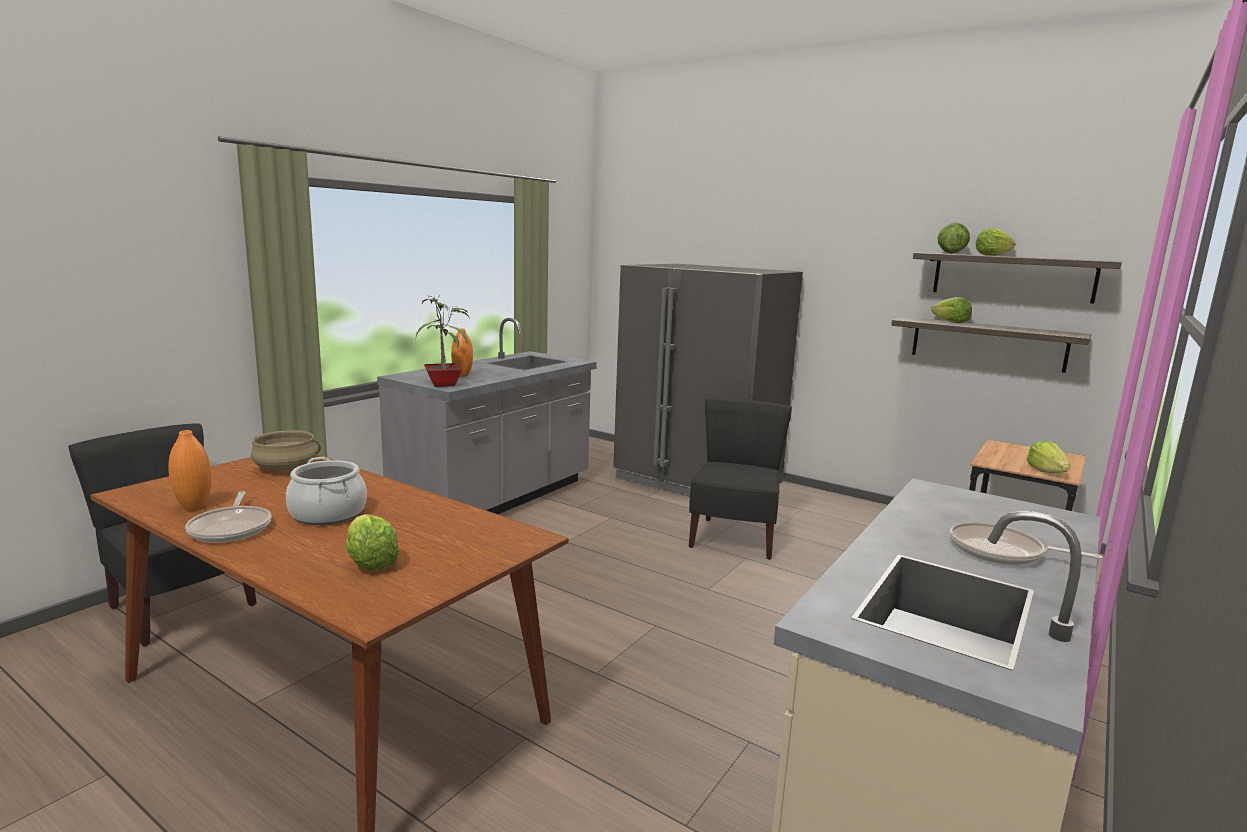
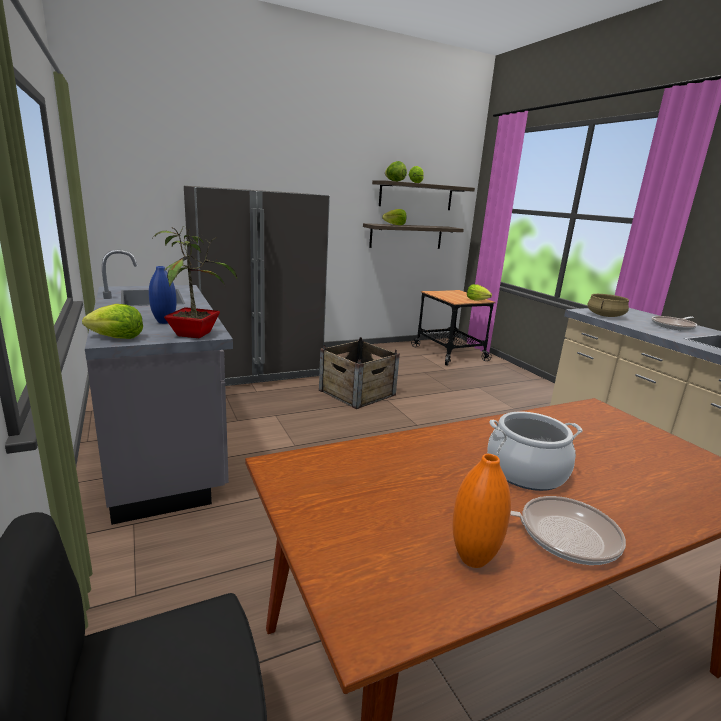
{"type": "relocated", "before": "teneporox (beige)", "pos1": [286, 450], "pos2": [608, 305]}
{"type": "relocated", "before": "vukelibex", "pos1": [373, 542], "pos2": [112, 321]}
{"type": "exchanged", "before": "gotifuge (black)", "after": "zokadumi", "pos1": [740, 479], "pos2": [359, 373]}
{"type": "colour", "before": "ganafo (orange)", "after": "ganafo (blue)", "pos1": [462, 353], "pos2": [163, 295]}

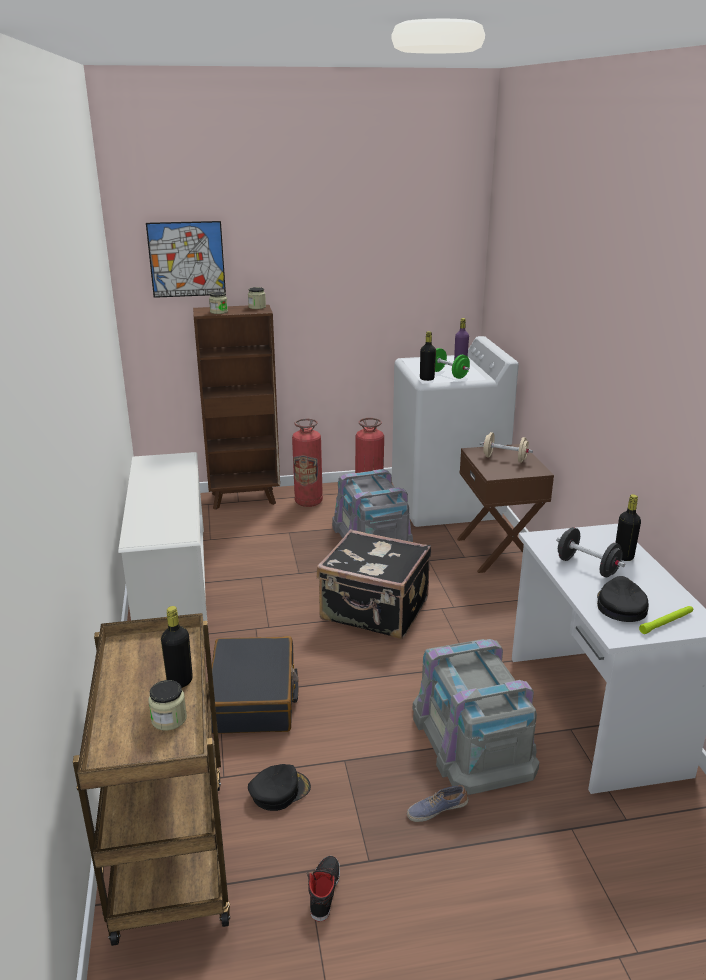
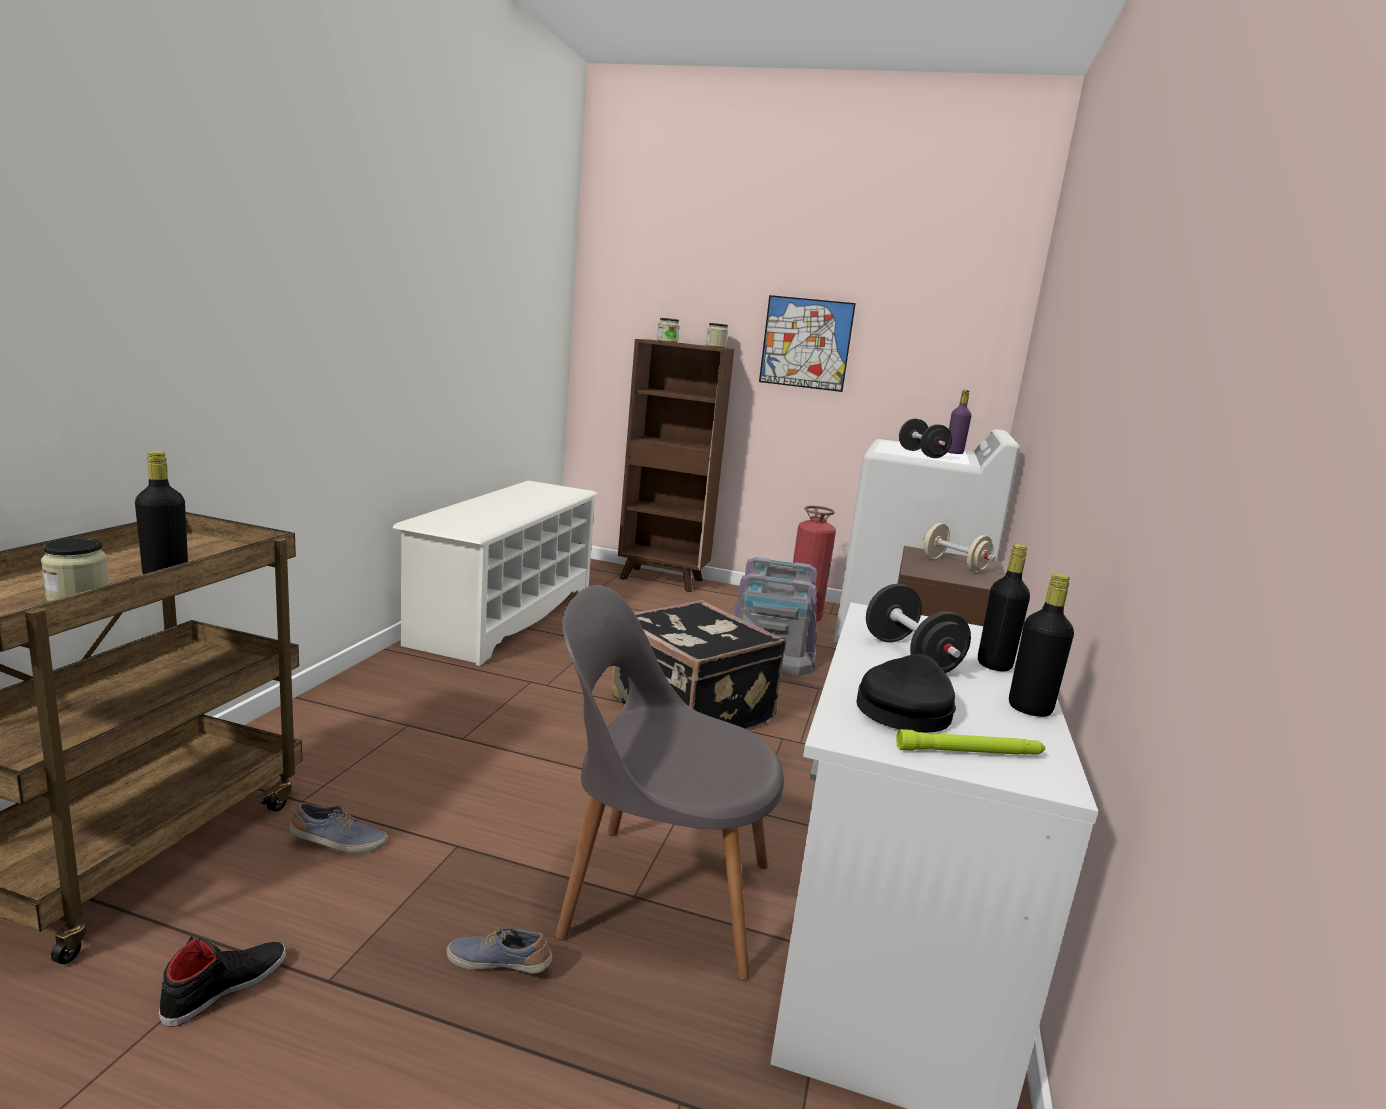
{"type": "missing", "before": "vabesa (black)", "pos1": [255, 685]}
{"type": "missing", "before": "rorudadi", "pos1": [307, 462]}
{"type": "relocated", "before": "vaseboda", "pos1": [186, 259], "pos2": [807, 343]}
{"type": "relocated", "before": "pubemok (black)", "pos1": [428, 356], "pos2": [1041, 645]}
{"type": "exchanged", "before": "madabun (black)", "after": "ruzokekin", "pos1": [279, 787], "pos2": [338, 828]}
{"type": "exchanged", "before": "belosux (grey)", "after": "gotifuge (grey)", "pos1": [475, 717], "pos2": [669, 783]}
{"type": "colour", "before": "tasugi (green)", "after": "tasugi (black)", "pos1": [452, 363], "pos2": [925, 438]}

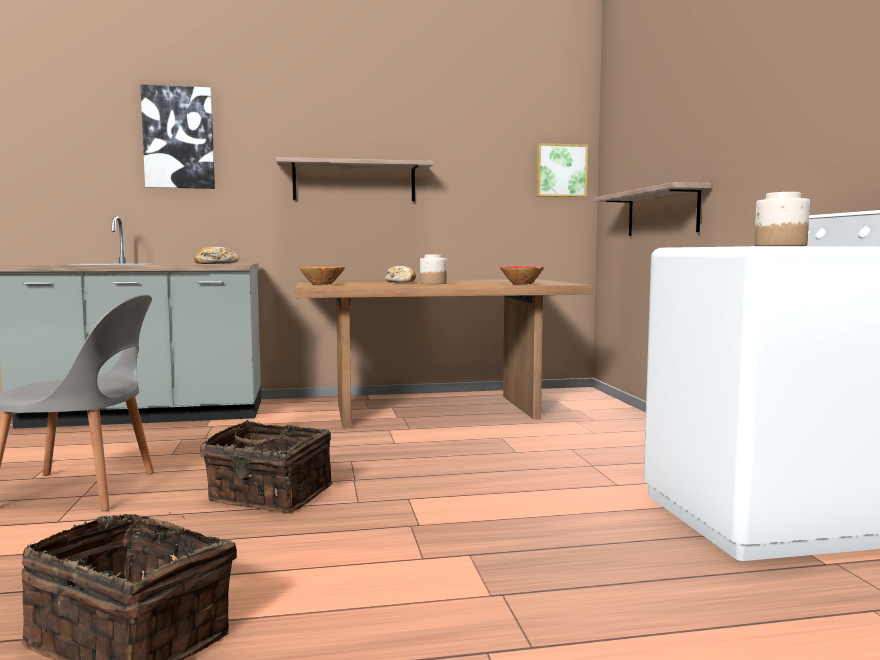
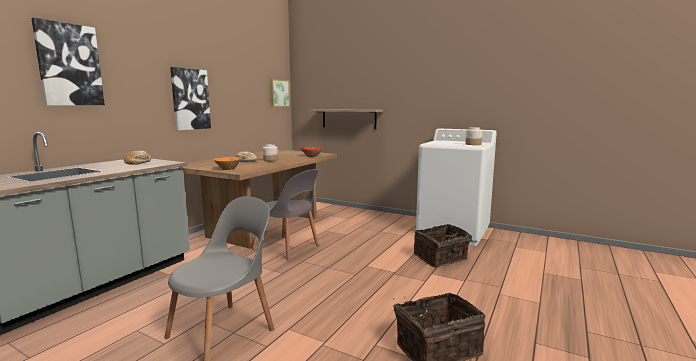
{"type": "appeared", "after": "gotifuge (grey)", "pos2": [285, 214]}
{"type": "relocated", "before": "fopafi", "pos1": [266, 466], "pos2": [445, 246]}
{"type": "exchanged", "before": "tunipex", "after": "vaseboda", "pos1": [354, 179], "pos2": [190, 98]}

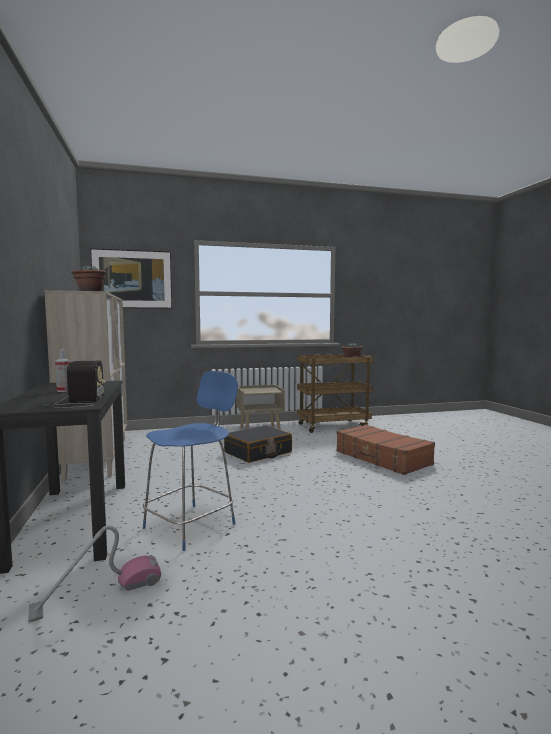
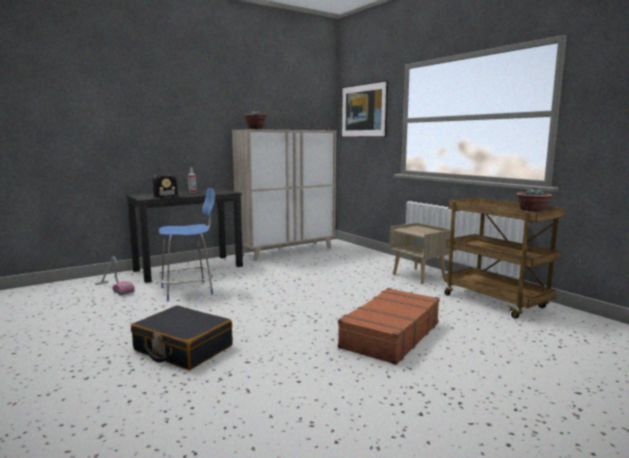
{"type": "relocated", "before": "vabesa (black)", "pos1": [258, 444], "pos2": [182, 337]}
{"type": "spun", "before": "gotifuge (blue)", "pos1": [190, 461], "pos2": [187, 244], "turn": -45}

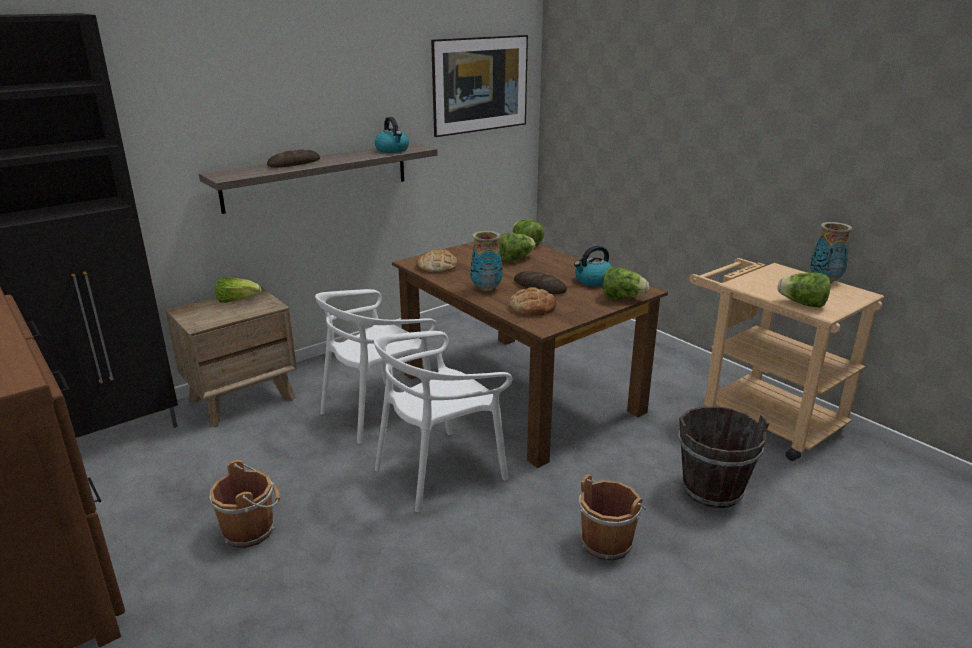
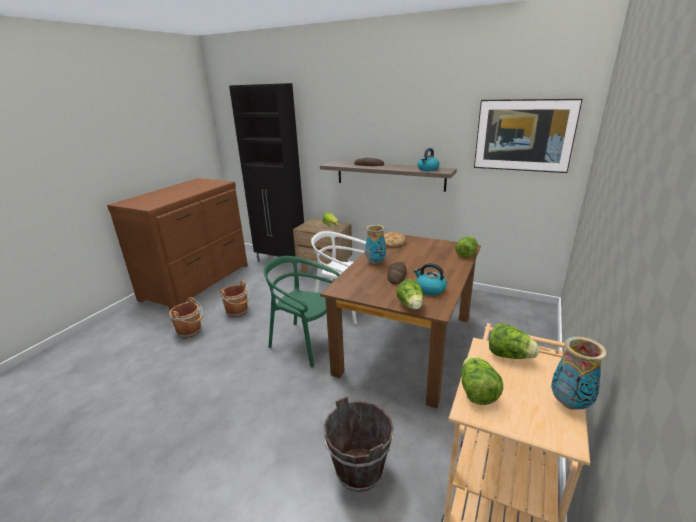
{"type": "missing", "before": "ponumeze", "pos1": [533, 301]}
{"type": "relocated", "before": "vukelibex", "pos1": [517, 247], "pos2": [514, 341]}
{"type": "relocated", "before": "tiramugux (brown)", "pos1": [612, 517], "pos2": [186, 317]}
{"type": "colour", "before": "gotifuge (white)", "after": "gotifuge (green)", "pos1": [443, 421], "pos2": [302, 311]}

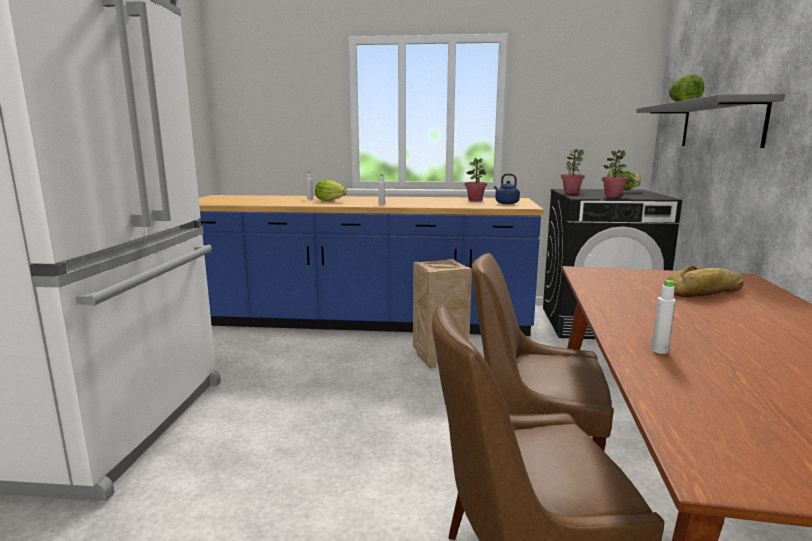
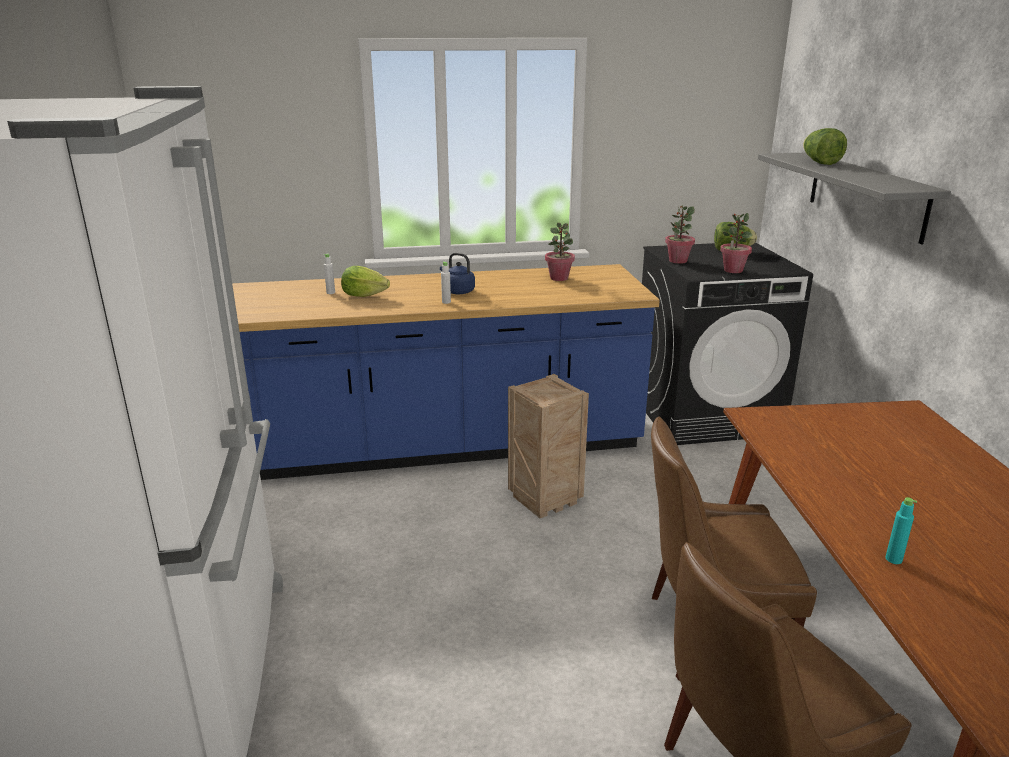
{"type": "missing", "before": "ponumeze", "pos1": [705, 281]}
{"type": "relocated", "before": "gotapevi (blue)", "pos1": [507, 189], "pos2": [457, 273]}
{"type": "colour", "before": "pubemok (white)", "after": "pubemok (turquoise)", "pos1": [664, 317], "pos2": [901, 530]}

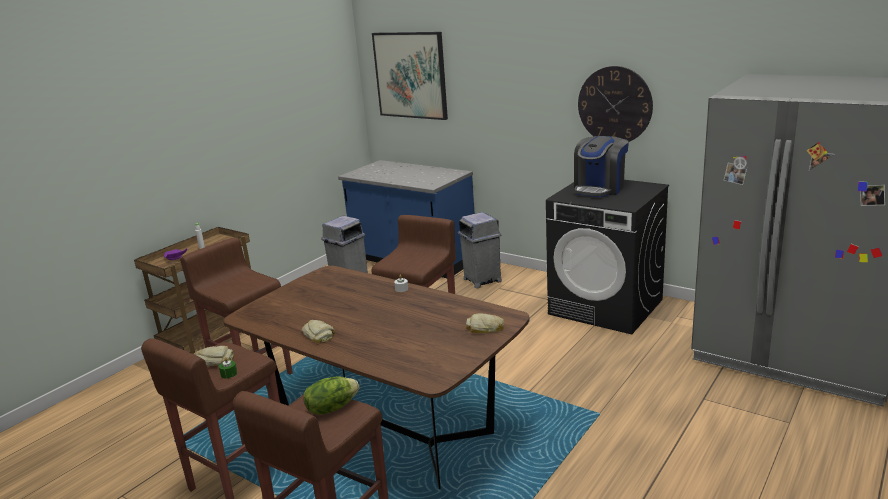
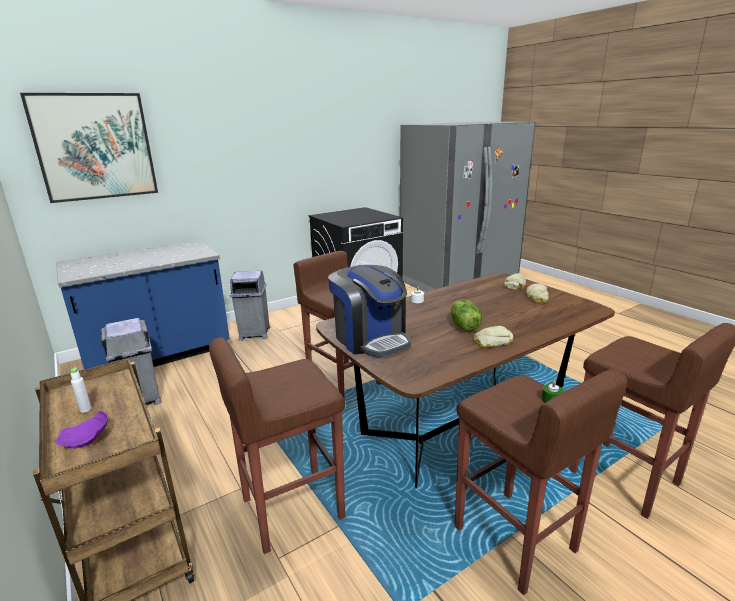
{"type": "missing", "before": "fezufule", "pos1": [615, 104]}
{"type": "relocated", "before": "ponumeze", "pos1": [214, 356], "pos2": [537, 293]}
{"type": "relocated", "before": "vukelibex", "pos1": [331, 395], "pos2": [466, 315]}
{"type": "relocated", "before": "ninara", "pos1": [601, 166], "pos2": [369, 311]}

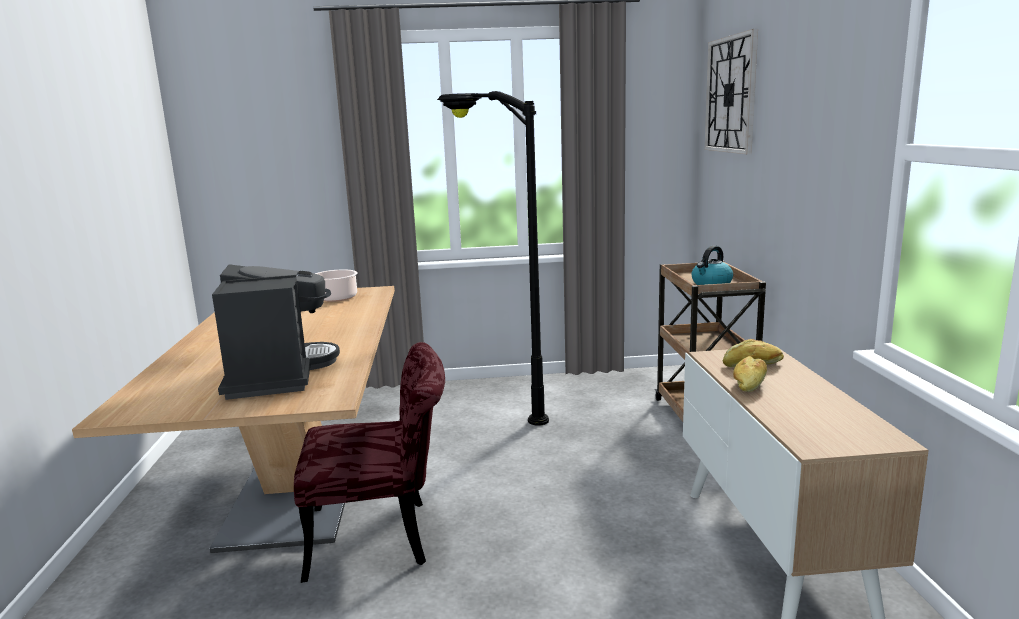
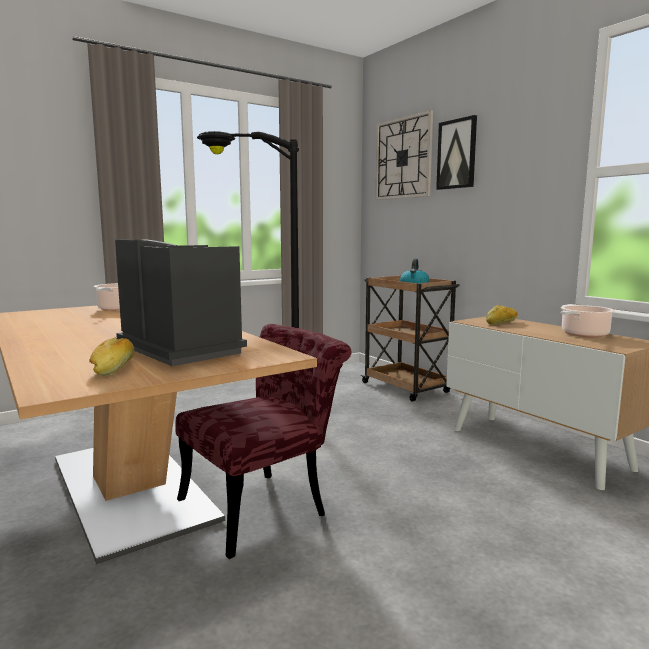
{"type": "appeared", "after": "vaseboda", "pos2": [456, 152]}
{"type": "appeared", "after": "teneporox", "pos2": [588, 321]}
{"type": "relocated", "before": "ponumeze", "pos1": [750, 374], "pos2": [111, 356]}

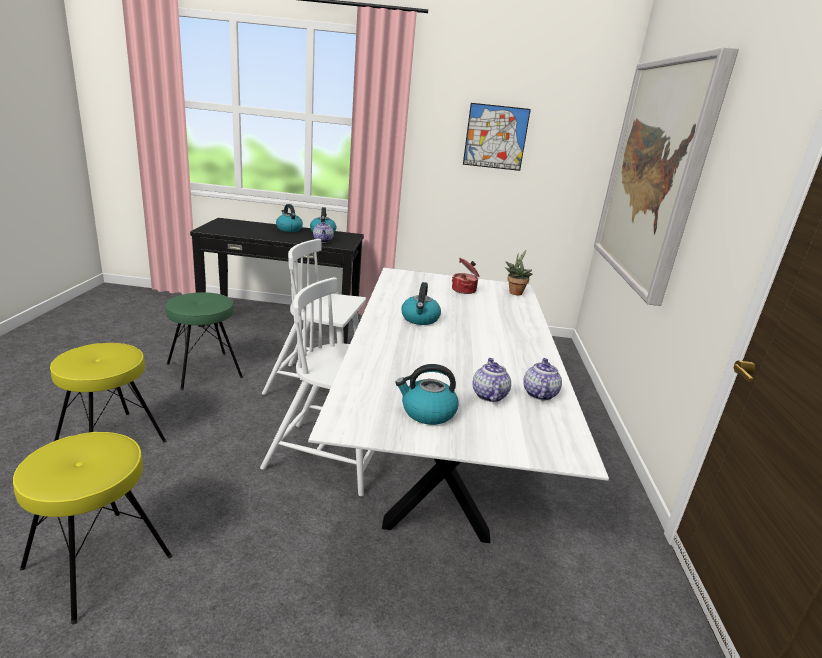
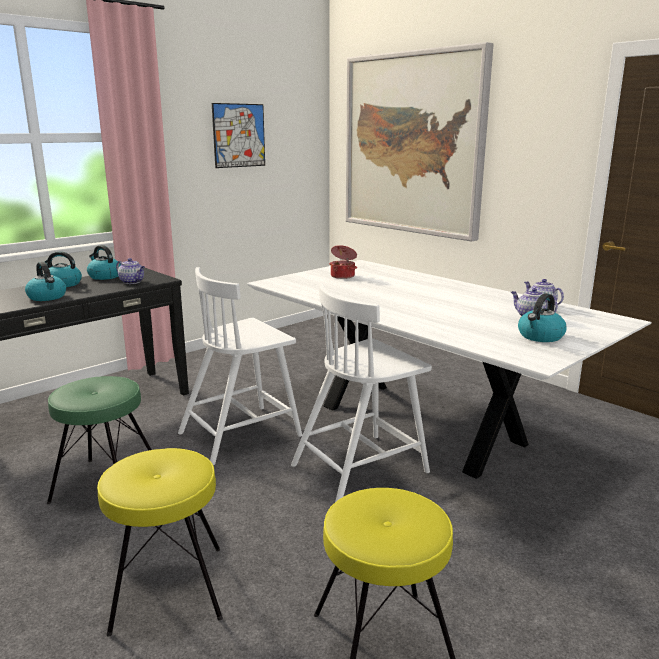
{"type": "missing", "before": "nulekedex", "pos1": [518, 272]}
{"type": "relocated", "before": "gotapevi", "pos1": [421, 303], "pos2": [45, 281]}

